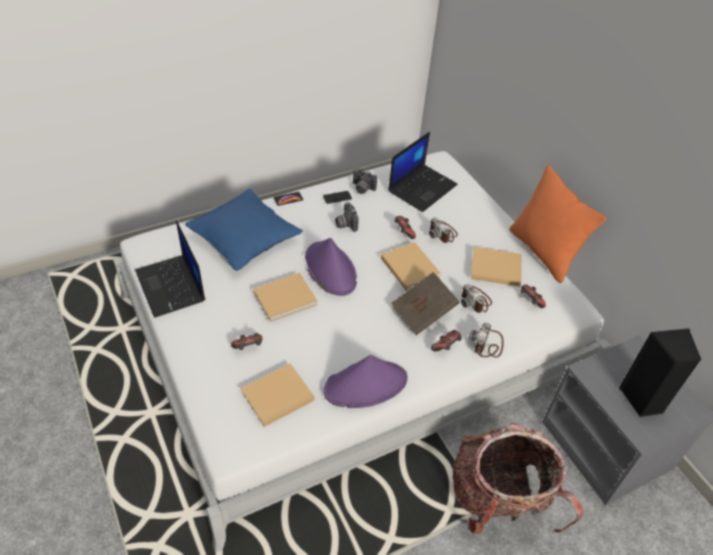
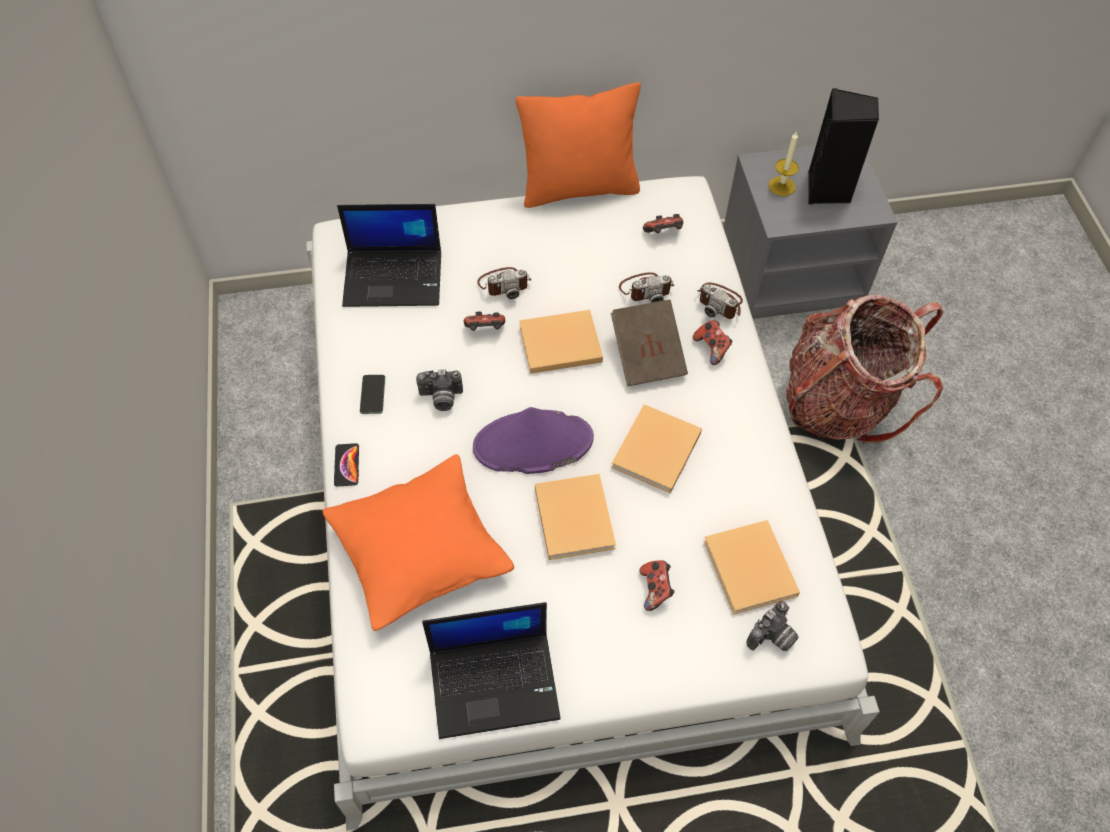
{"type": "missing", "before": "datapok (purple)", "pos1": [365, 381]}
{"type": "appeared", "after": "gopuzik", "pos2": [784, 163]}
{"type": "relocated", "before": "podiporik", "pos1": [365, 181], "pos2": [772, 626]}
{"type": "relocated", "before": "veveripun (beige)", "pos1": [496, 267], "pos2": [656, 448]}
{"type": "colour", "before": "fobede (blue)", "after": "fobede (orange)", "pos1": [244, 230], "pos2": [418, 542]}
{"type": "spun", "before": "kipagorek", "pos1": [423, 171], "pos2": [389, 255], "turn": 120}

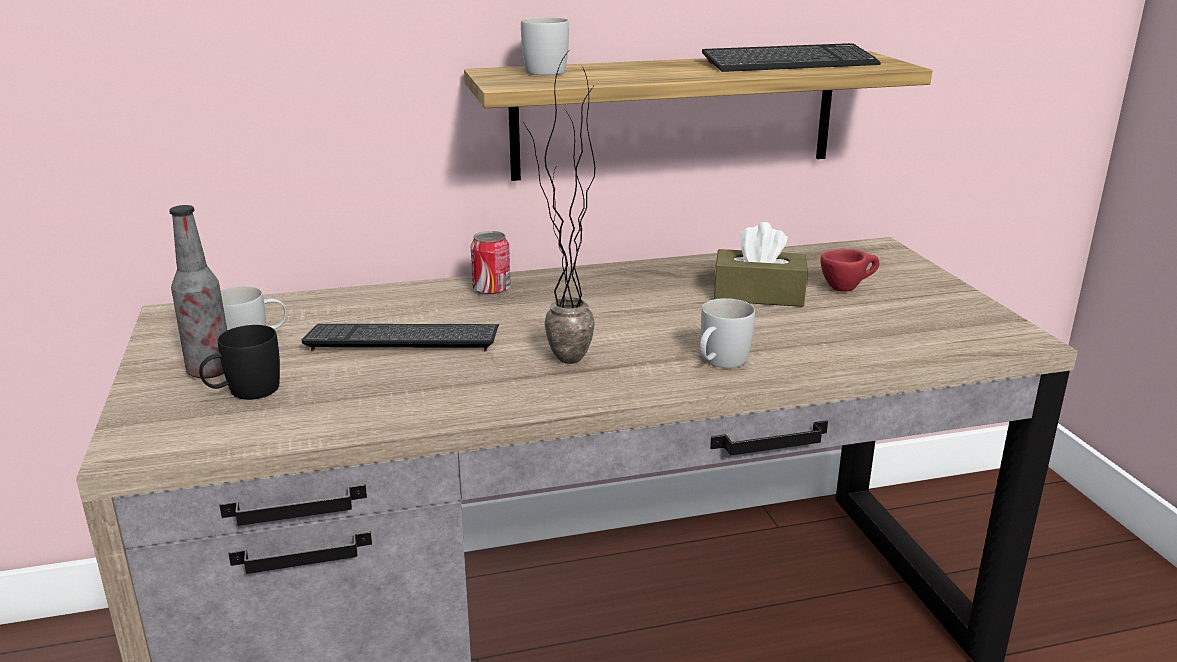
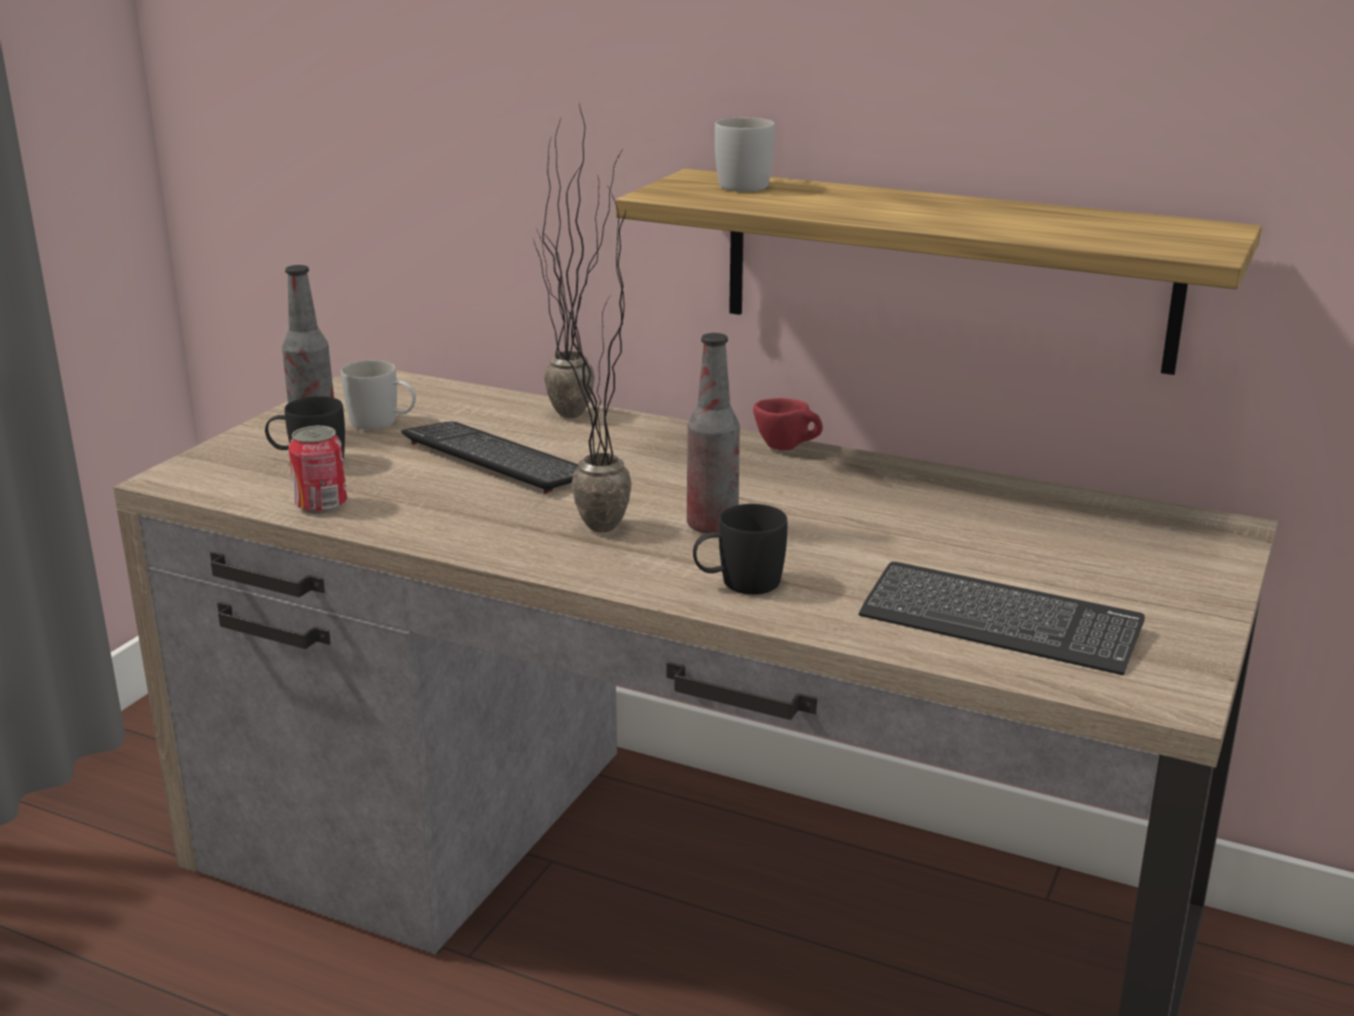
{"type": "missing", "before": "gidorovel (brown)", "pos1": [761, 264]}
{"type": "appeared", "after": "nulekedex", "pos2": [579, 261]}
{"type": "appeared", "after": "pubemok", "pos2": [713, 433]}
{"type": "relocated", "before": "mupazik", "pos1": [491, 263], "pos2": [317, 470]}
{"type": "relocated", "before": "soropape", "pos1": [791, 57], "pos2": [1002, 618]}
{"type": "relocated", "before": "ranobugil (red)", "pos1": [849, 270], "pos2": [788, 424]}
{"type": "colour", "before": "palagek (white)", "after": "palagek (black)", "pos1": [727, 333], "pos2": [740, 549]}

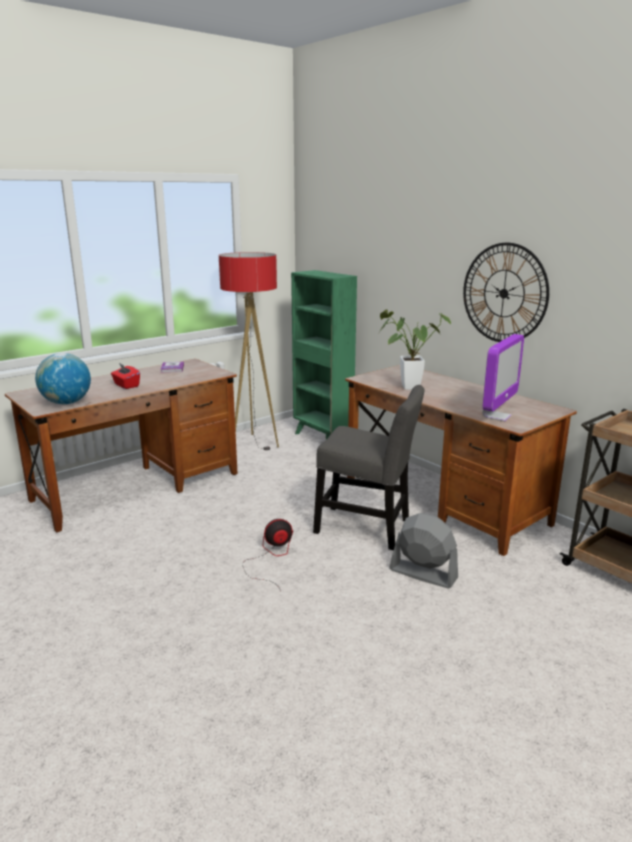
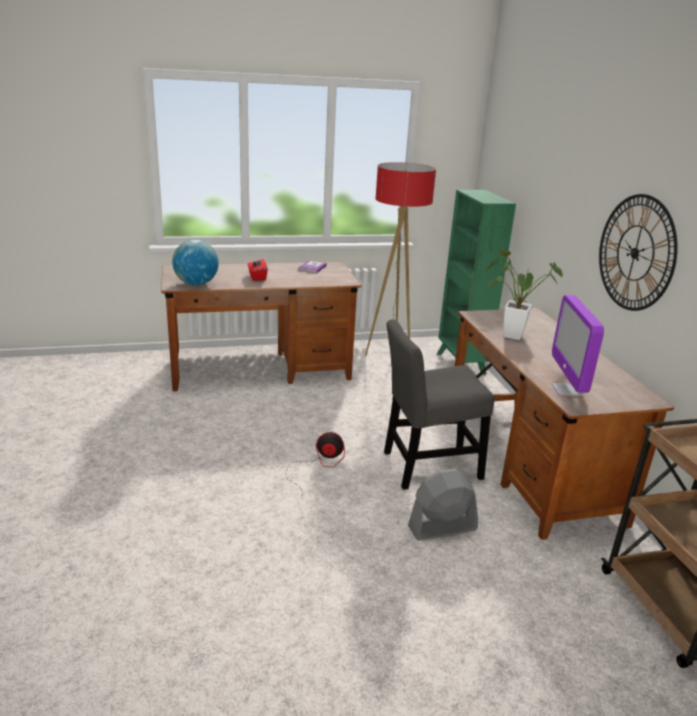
{"type": "spun", "before": "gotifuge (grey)", "pos1": [368, 467], "pos2": [439, 404], "turn": 120}
{"type": "spun", "before": "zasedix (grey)", "pos1": [423, 550], "pos2": [443, 505], "turn": -75}
{"type": "spun", "before": "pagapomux", "pos1": [503, 377], "pos2": [578, 345], "turn": 120}

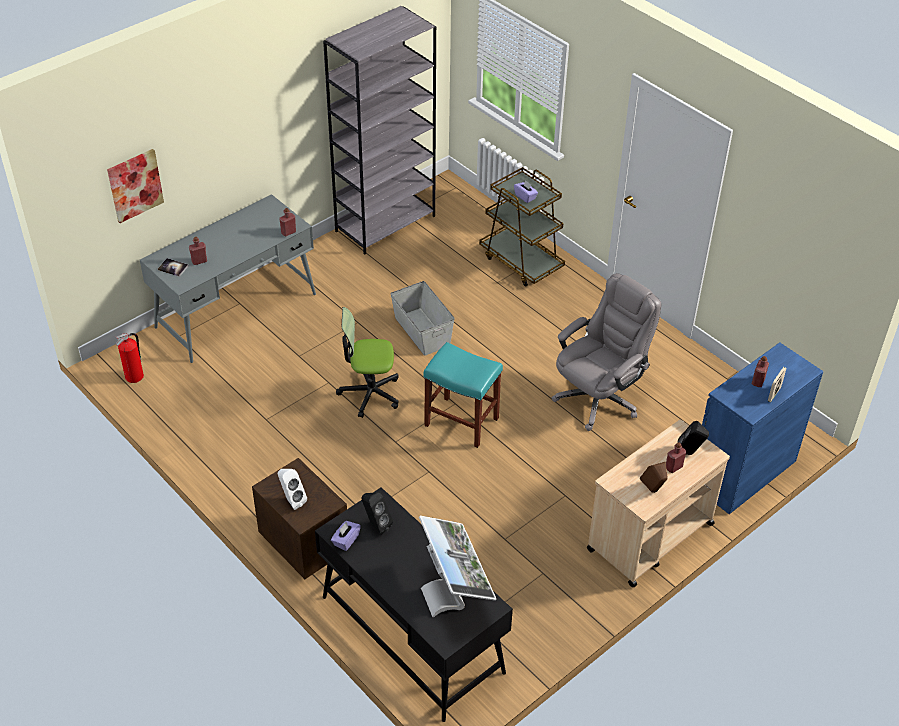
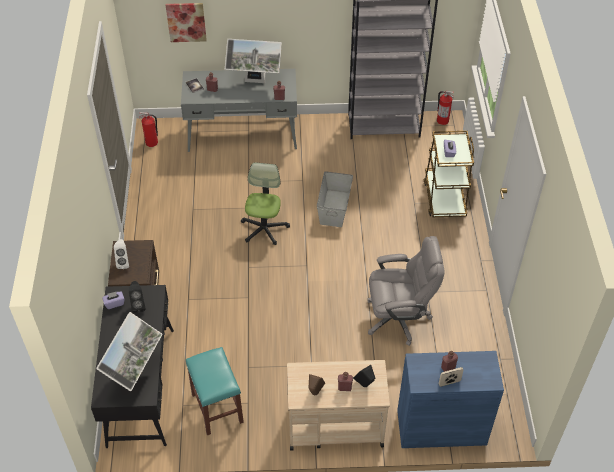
{"type": "appeared", "after": "pagapomux", "pos2": [253, 61]}
{"type": "appeared", "after": "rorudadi", "pos2": [445, 108]}
{"type": "relocated", "before": "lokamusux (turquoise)", "pos1": [463, 395], "pos2": [215, 391]}
{"type": "spun", "before": "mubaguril", "pos1": [367, 362], "pos2": [265, 203], "turn": 60}

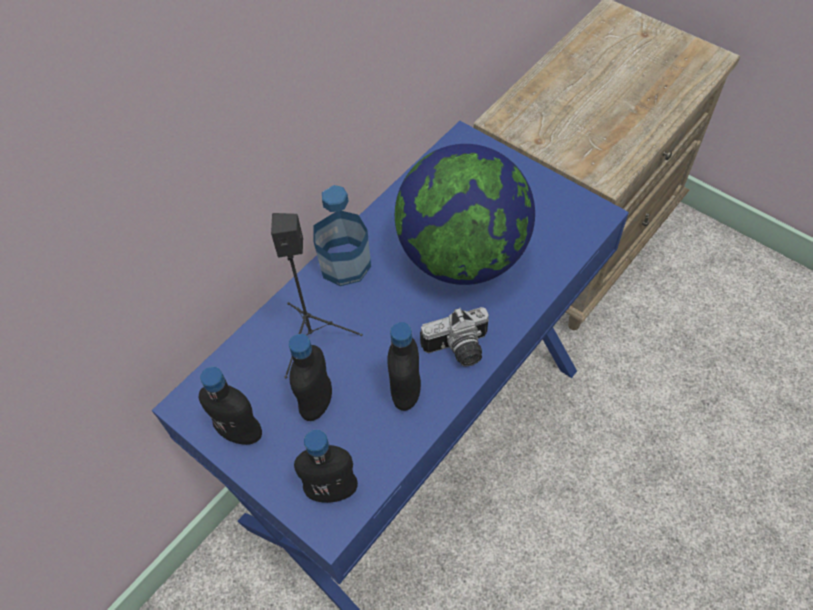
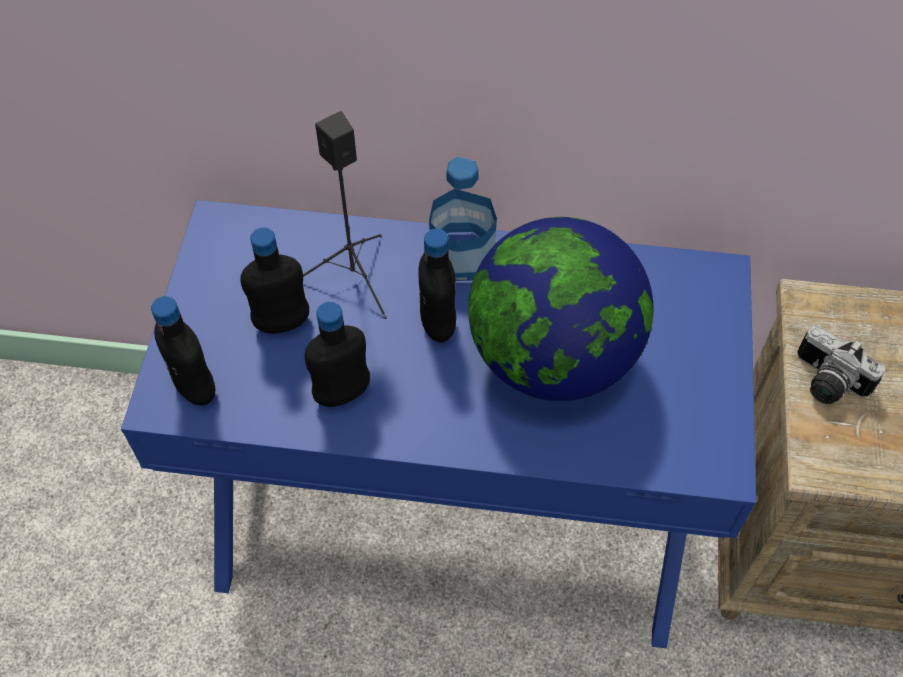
{"type": "relocated", "before": "pubemok (black)", "pos1": [230, 406], "pos2": [437, 285]}
{"type": "relocated", "before": "podiporik", "pos1": [454, 336], "pos2": [841, 364]}

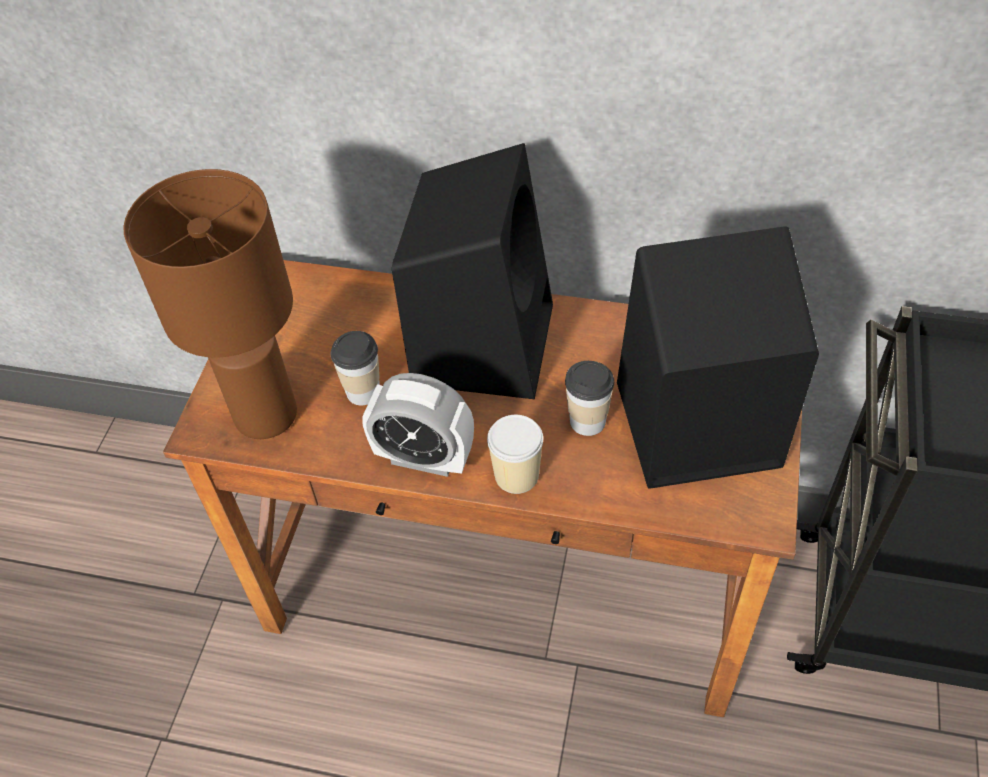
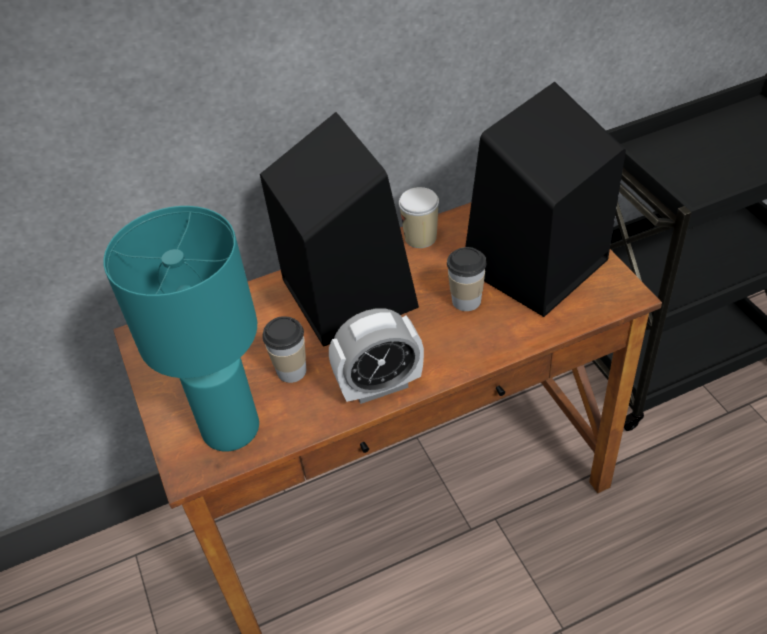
{"type": "relocated", "before": "ranobugil", "pos1": [515, 454], "pos2": [419, 217]}
{"type": "colour", "before": "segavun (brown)", "after": "segavun (turquoise)", "pos1": [210, 304], "pos2": [181, 329]}

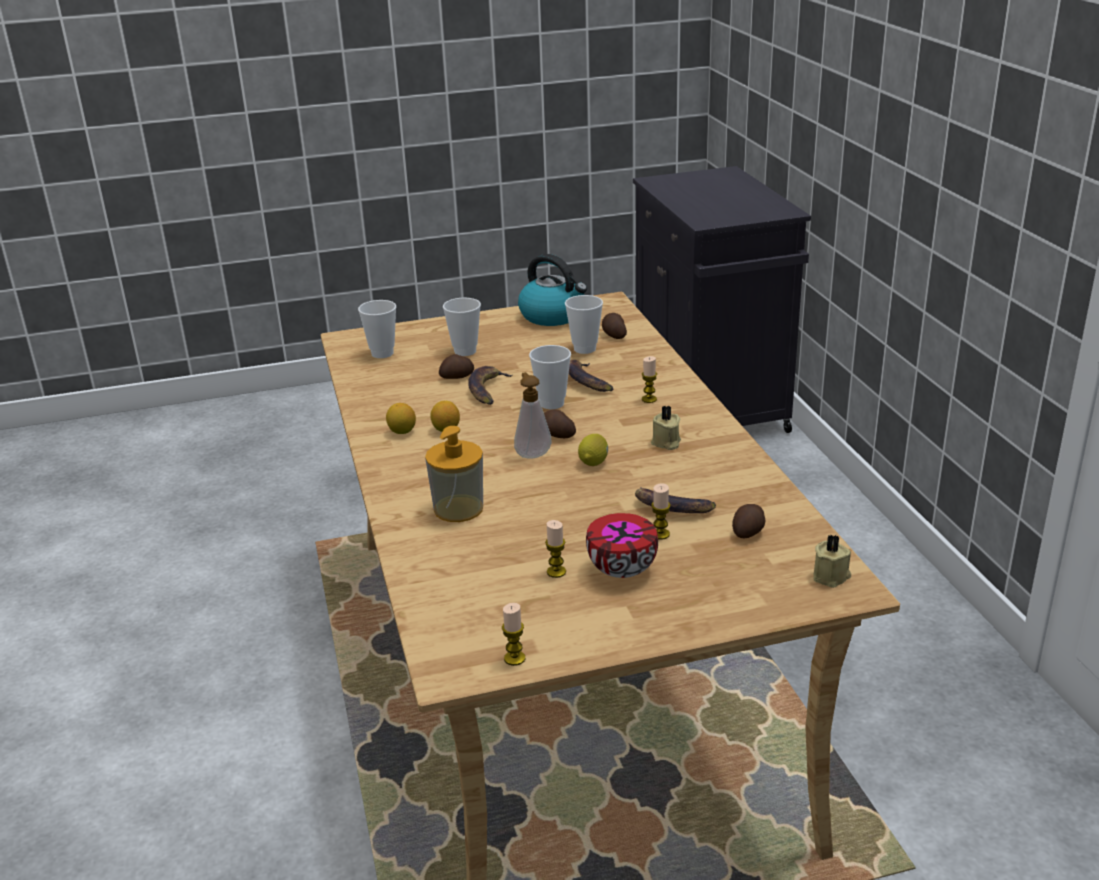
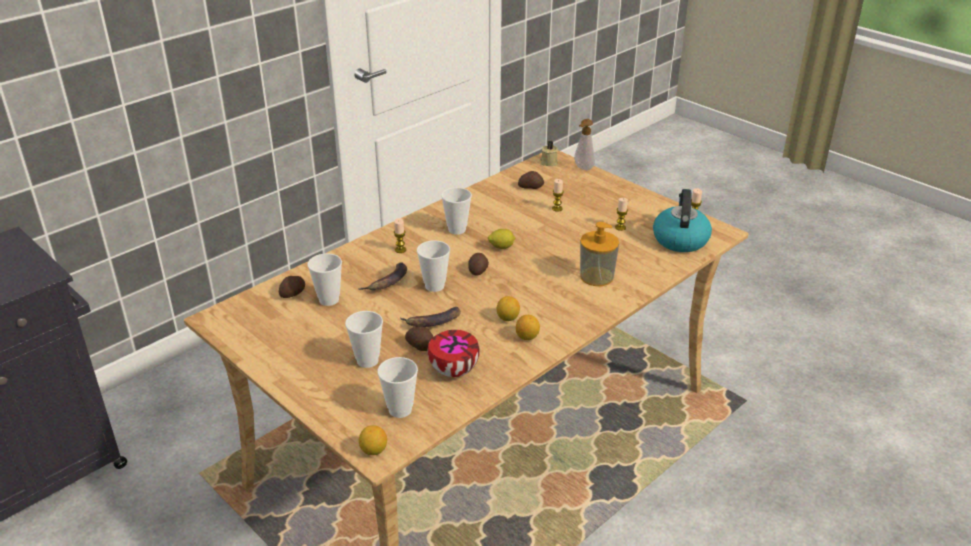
{"type": "missing", "before": "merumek", "pos1": [675, 500]}
{"type": "appeared", "after": "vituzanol", "pos2": [373, 440]}
{"type": "relocated", "before": "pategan", "pos1": [533, 415], "pos2": [584, 144]}
{"type": "relocated", "before": "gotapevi", "pos1": [552, 290], "pos2": [682, 220]}
{"type": "relocated", "before": "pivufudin", "pos1": [622, 545], "pos2": [454, 353]}
{"type": "exchanged", "before": "gopuzik (beige)", "after": "ranobugil", "pos1": [666, 428], "pos2": [456, 211]}

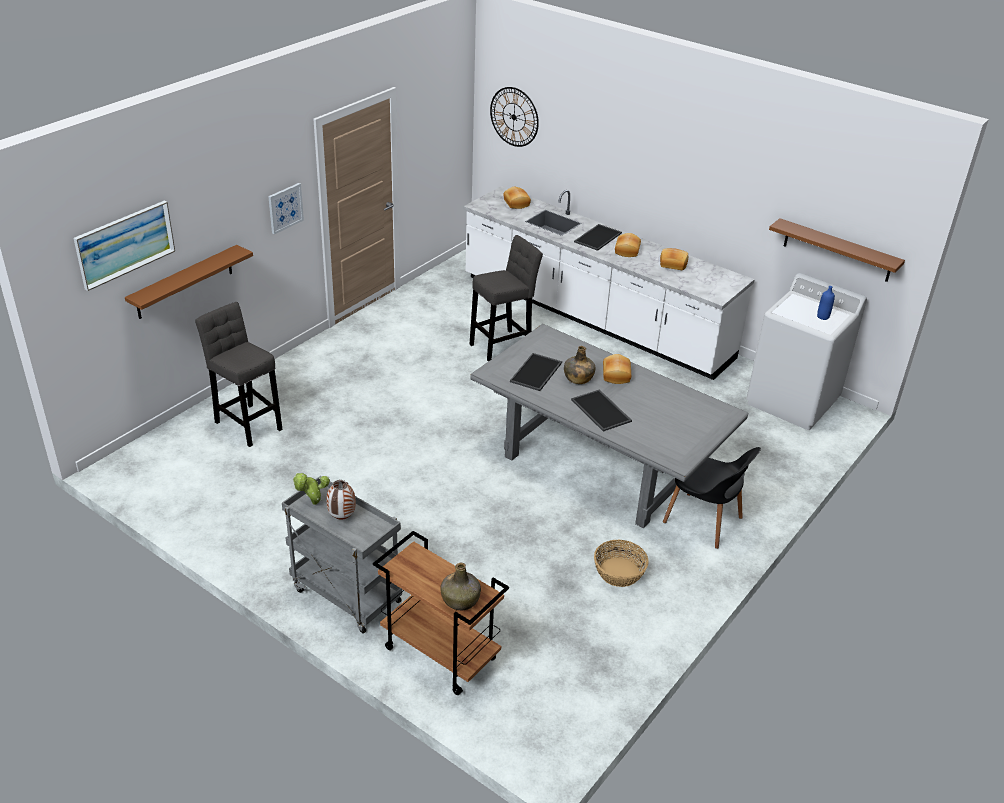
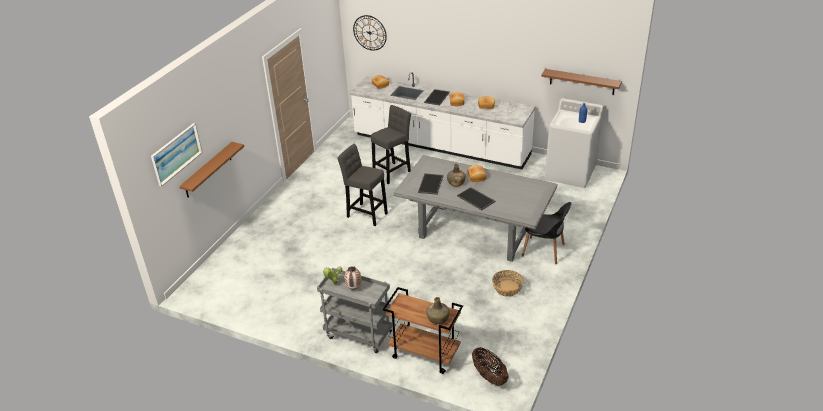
{"type": "missing", "before": "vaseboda", "pos1": [286, 208]}
{"type": "appeared", "after": "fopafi", "pos2": [490, 366]}
{"type": "relocated", "before": "lokamusux (grey)", "pos1": [239, 374], "pos2": [362, 185]}

